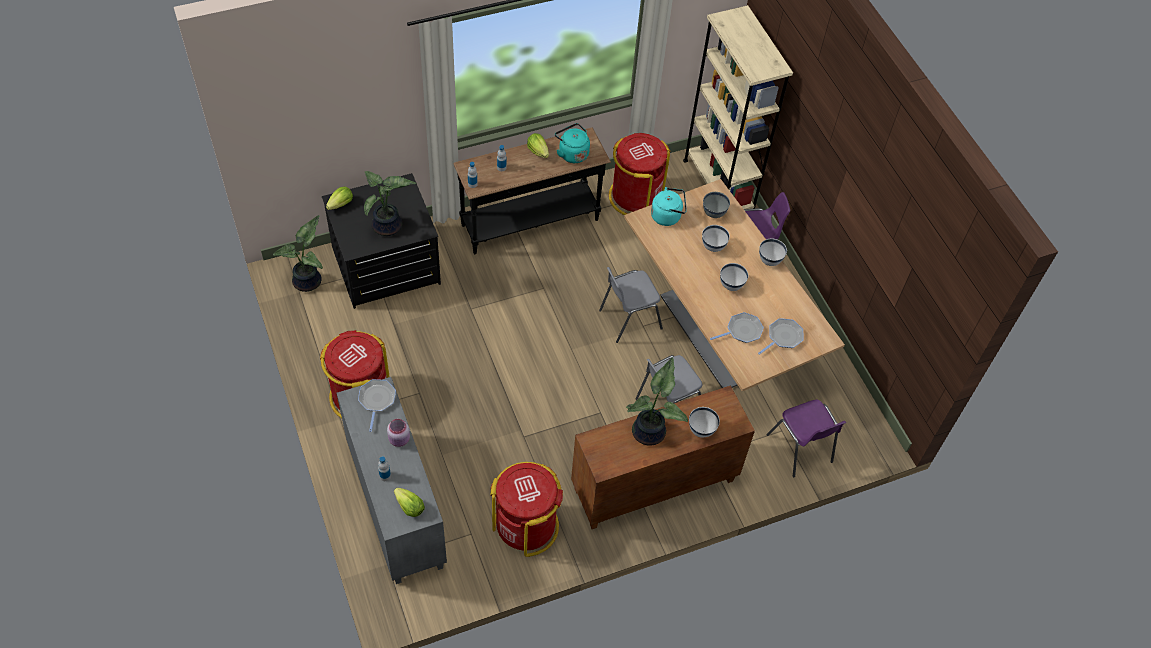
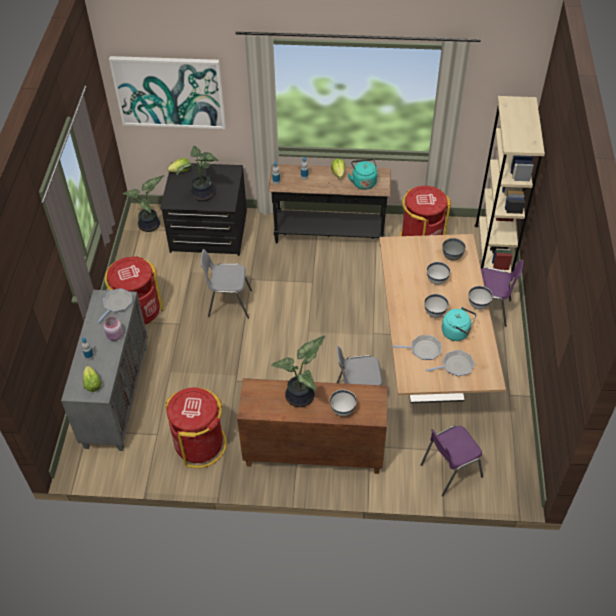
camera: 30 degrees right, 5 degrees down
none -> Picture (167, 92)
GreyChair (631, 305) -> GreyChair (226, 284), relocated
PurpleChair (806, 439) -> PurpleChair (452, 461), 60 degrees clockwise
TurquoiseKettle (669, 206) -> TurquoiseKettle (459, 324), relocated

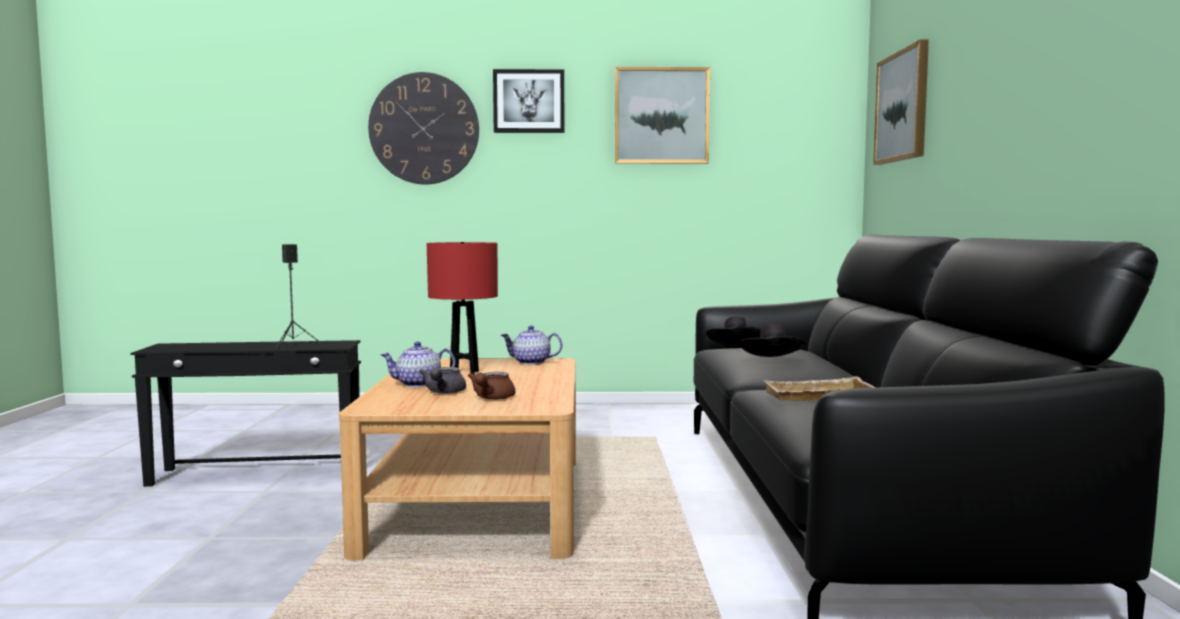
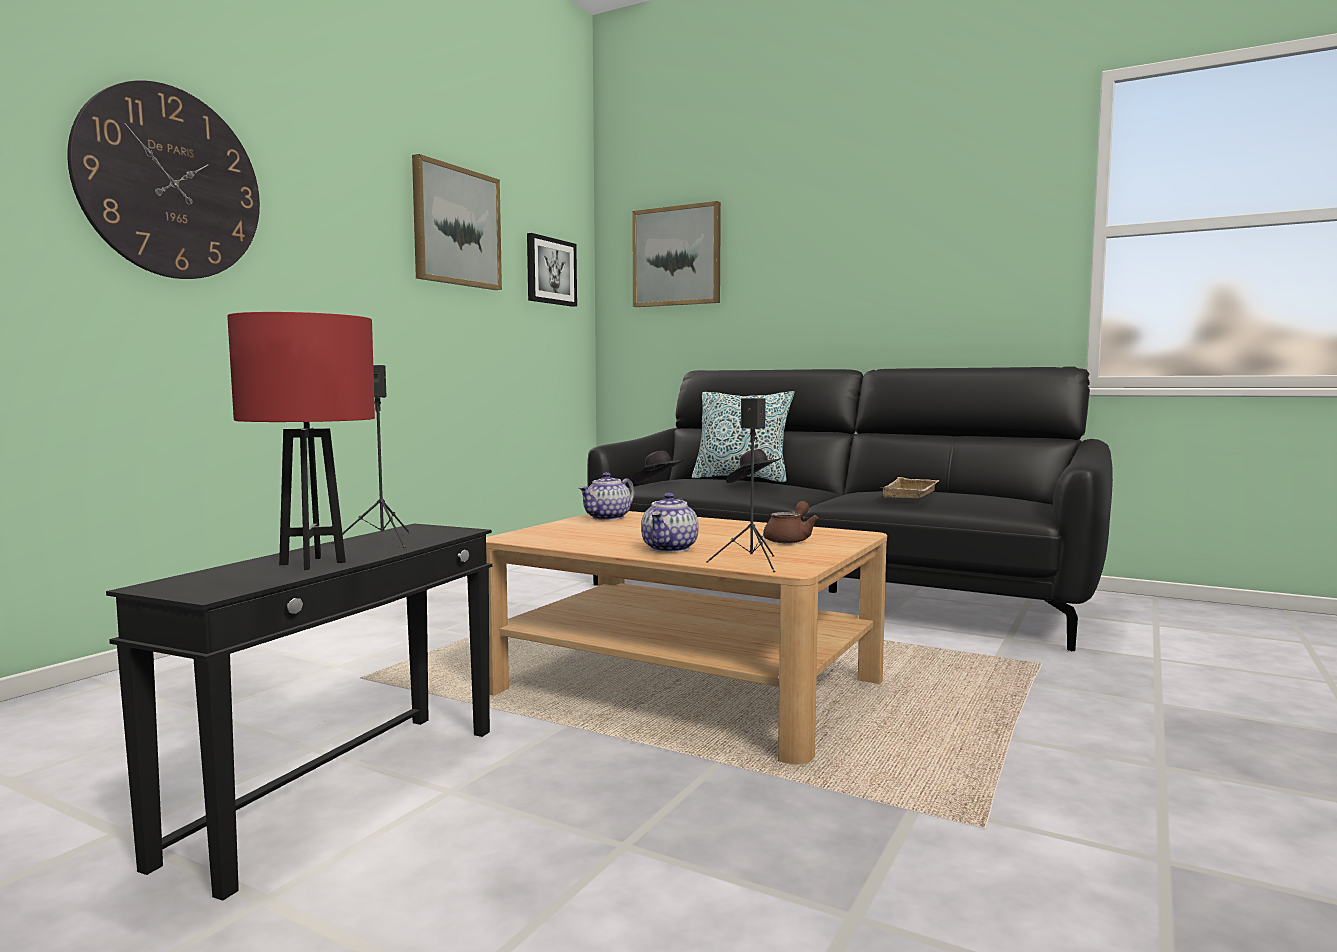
camera: 60 degrees left, 0 degrees up
RedTableLamp (462, 308) -> RedTableLamp (301, 441), relocated
Picture (528, 101) -> Picture (552, 270), relocated
none -> Pillow (743, 436)
none -> BlackSpeaker (740, 485)
BrownTeapot (491, 386) -> BrownTeapot (791, 522), 105 degrees counterclockwise
GreyTeapot (442, 380) -> none

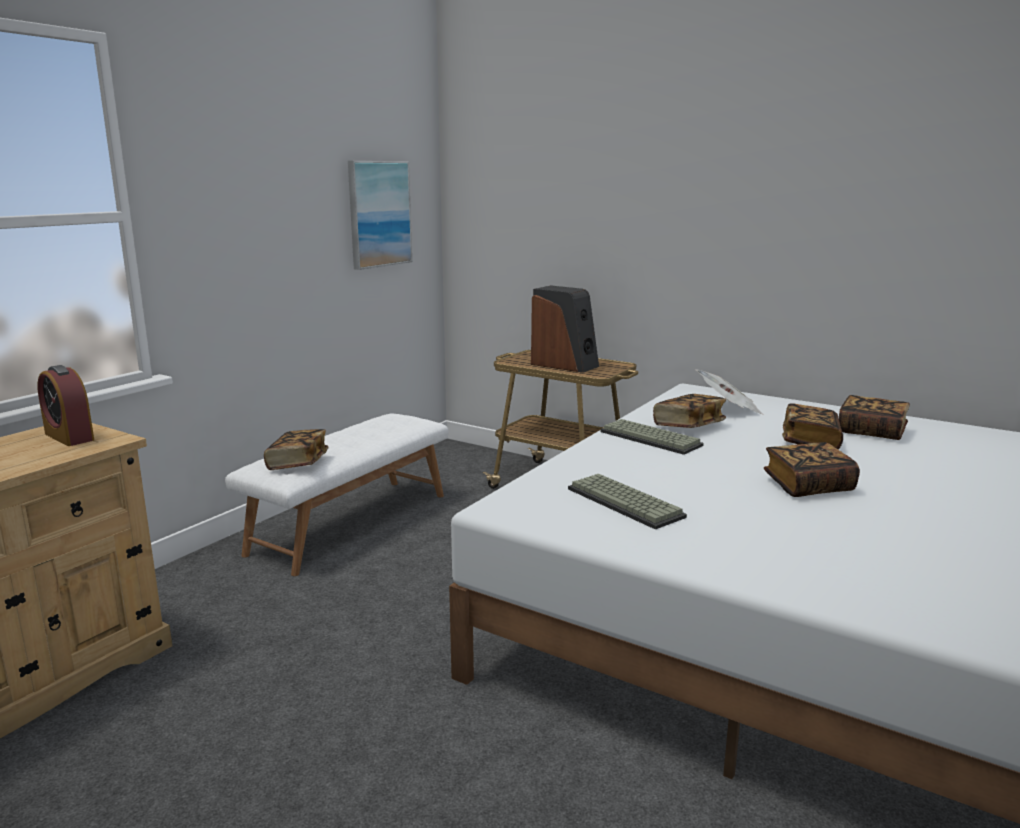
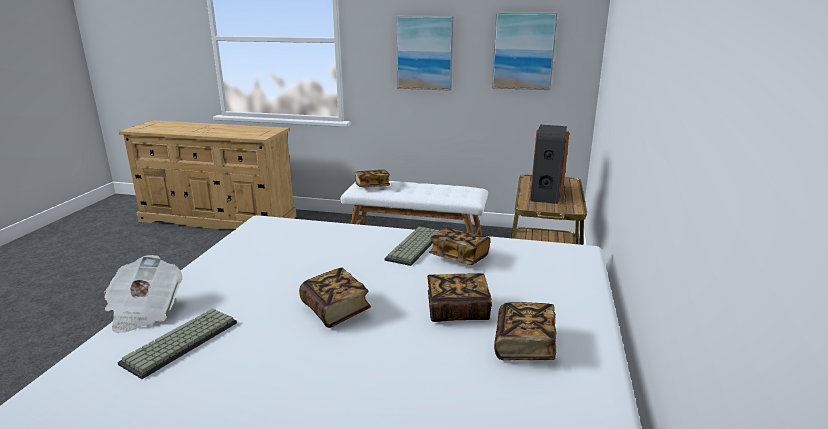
camera: 70 degrees right, 5 degrees up
Newspaper (729, 392) -> Newspaper (143, 294), relocated
Keyboard (627, 502) -> Keyboard (177, 343), relocated
none -> Picture (425, 53)
AlarmClock (65, 405) -> none

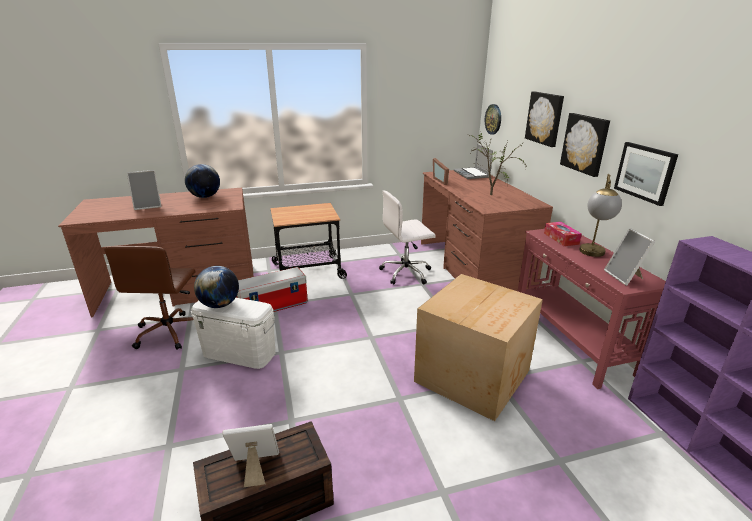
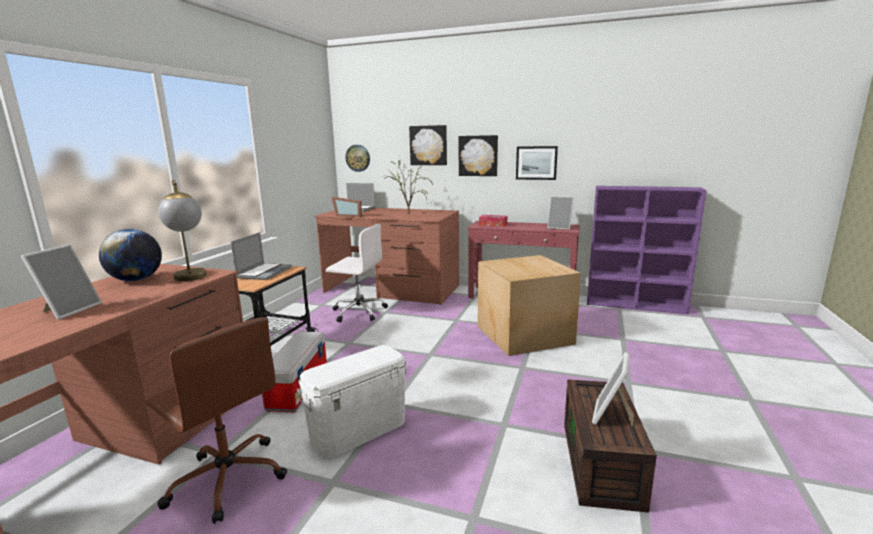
camera: 55 degrees left, 10 degrees down
TableLamp (600, 215) -> TableLamp (182, 230), relocated
none -> Laptop (261, 256)
WhiteOfficeChair (407, 237) -> WhiteOfficeChair (357, 273), 90 degrees counterclockwise
Globe (216, 287) -> none

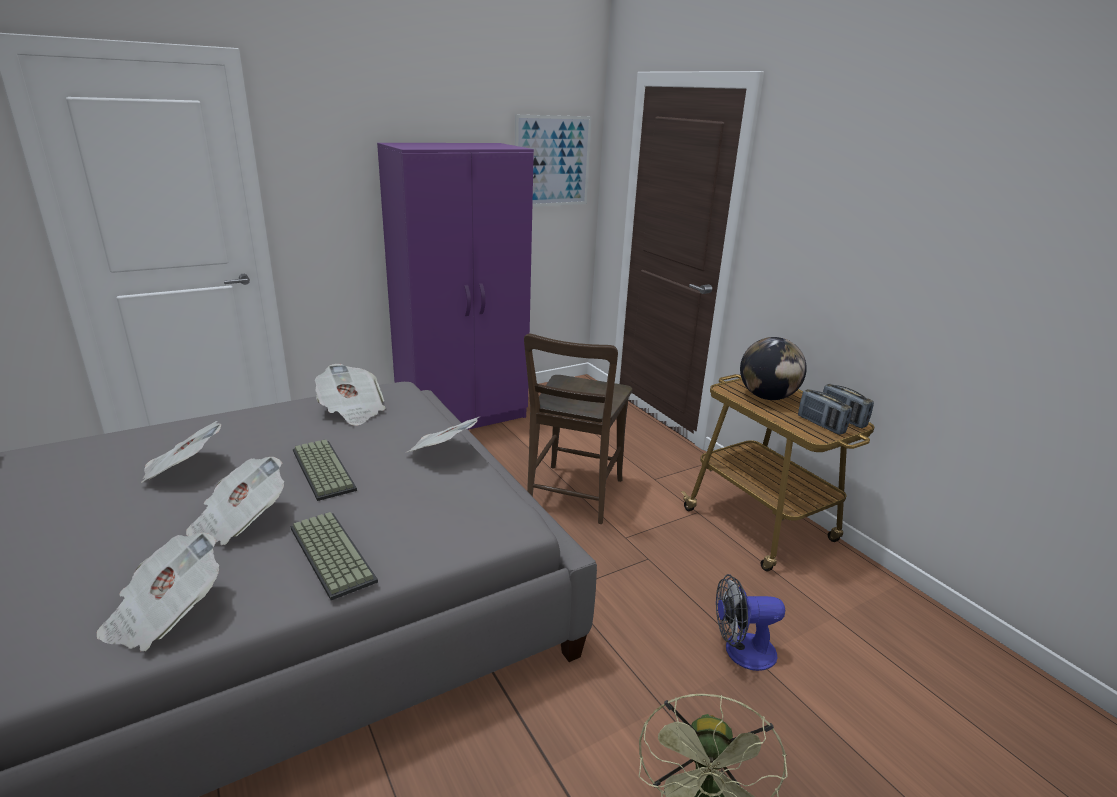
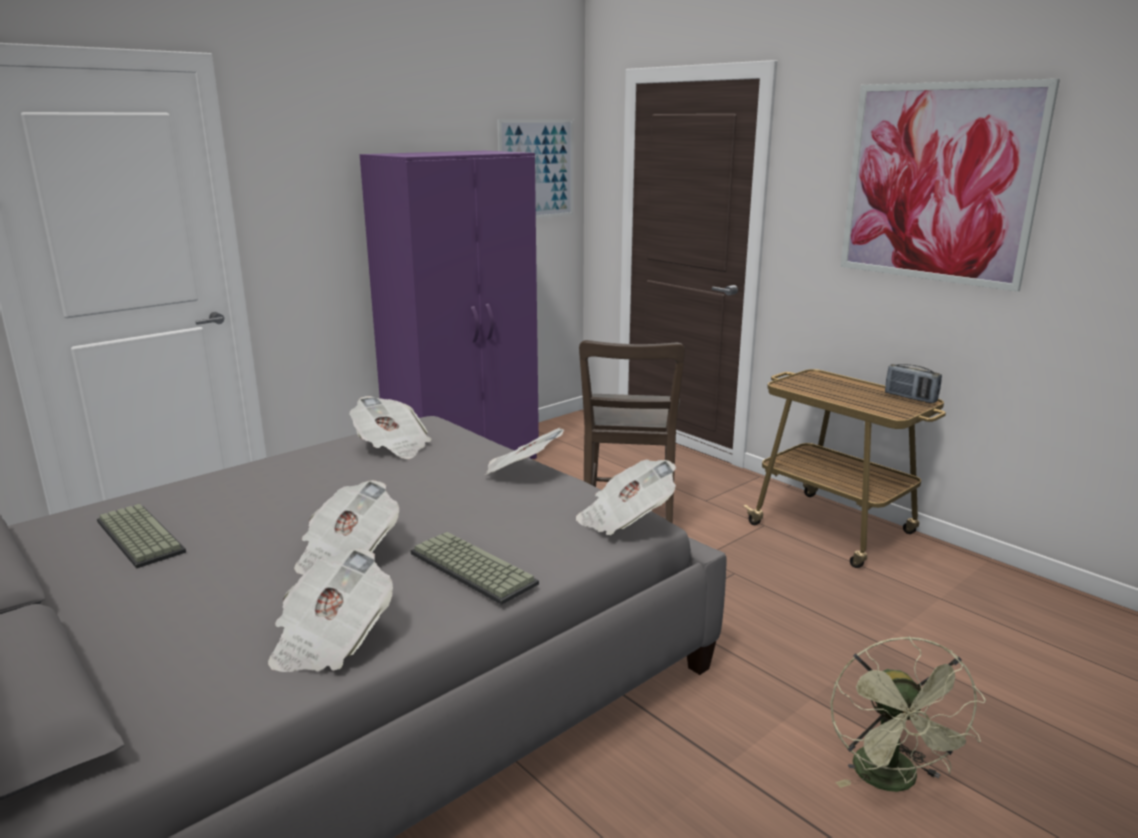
camera: 10 degrees left, 5 degrees down
Keyboard (325, 470) -> Keyboard (141, 536), relocated
Newspaper (181, 452) -> Newspaper (626, 497), relocated
none -> Picture (950, 185)
Fan (750, 622) -> none
Globe (773, 368) -> none
Radio (825, 412) -> none

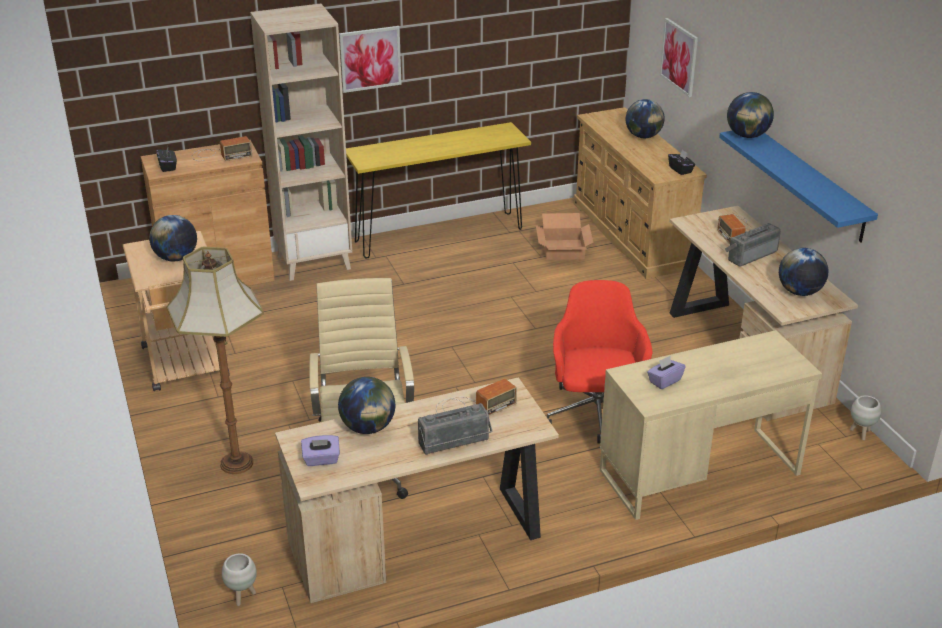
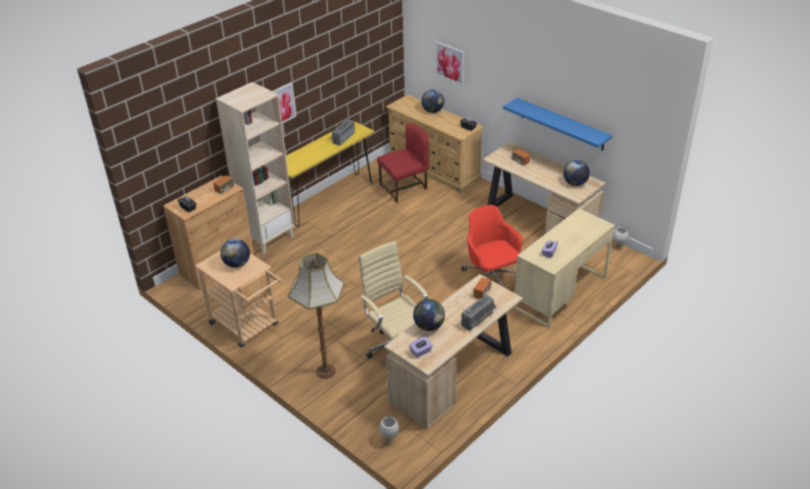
camera: 25 degrees left, 5 degrees up
Radio (753, 244) -> Radio (342, 132), relocated
CardboardBox (565, 236) -> RedChair (403, 163)
Globe (750, 115) -> none

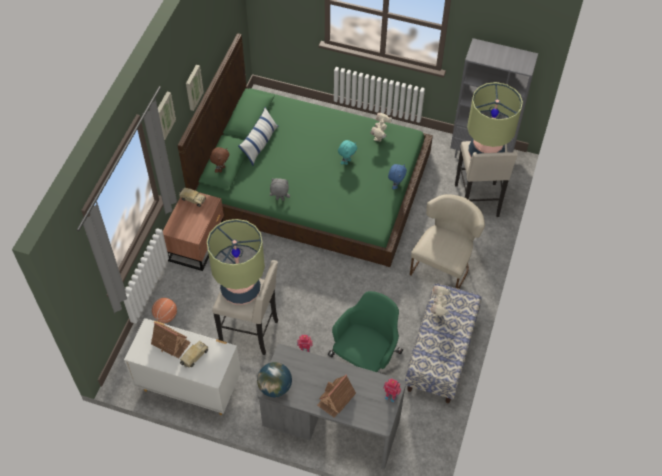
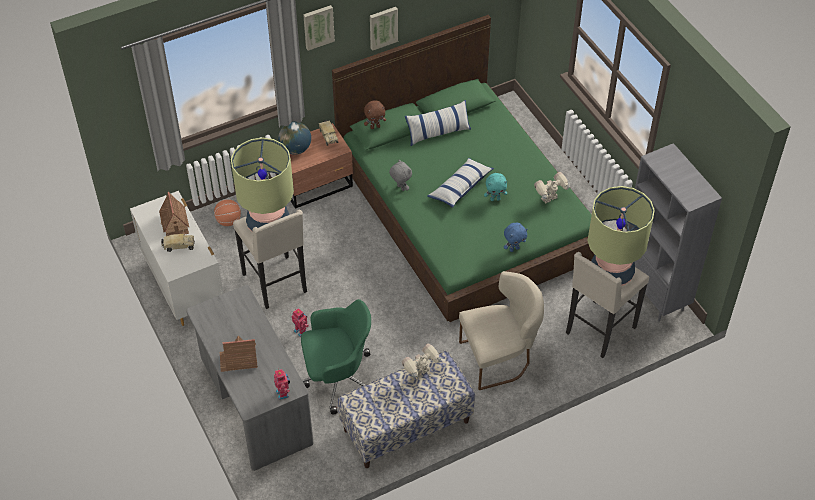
camera: 45 degrees right, 5 degrees down
Globe (274, 379) -> Globe (294, 138), relocated
none -> Pillow (460, 183)

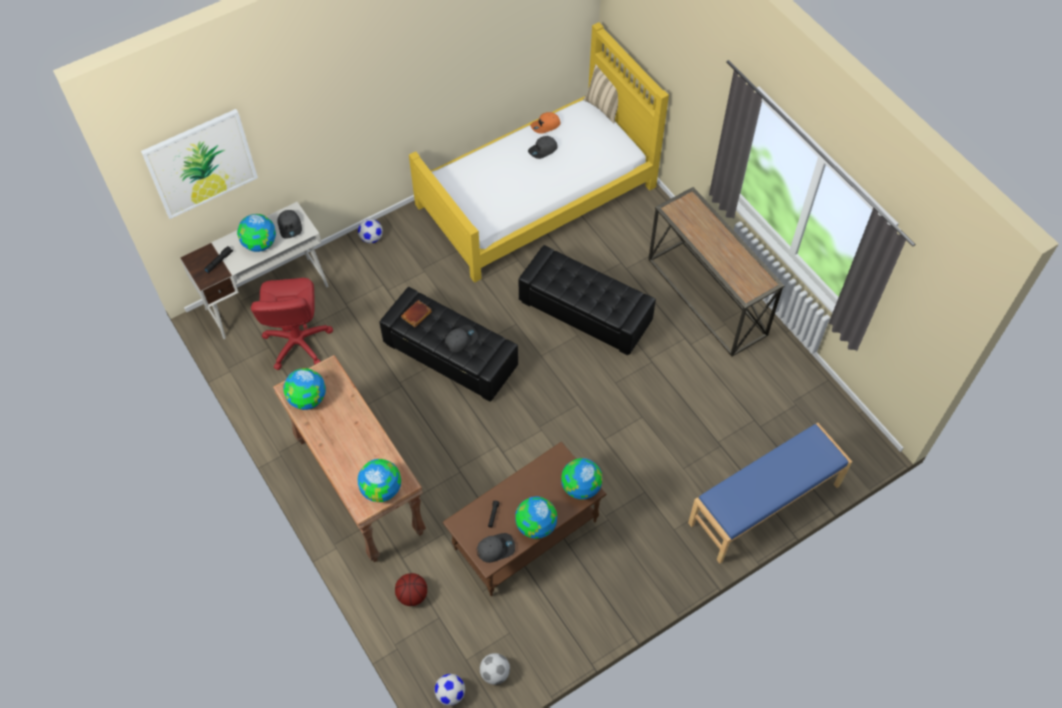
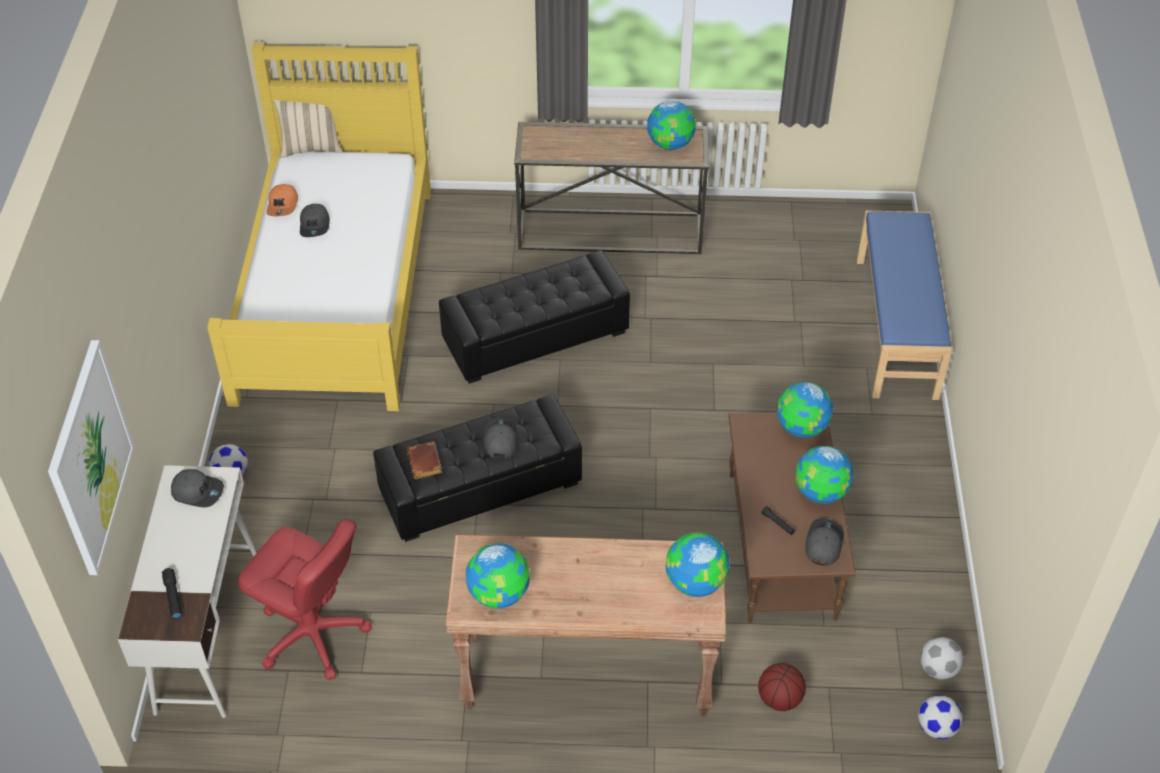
camera: 55 degrees left, 10 degrees down
Globe (256, 233) -> Globe (671, 125), relocated

